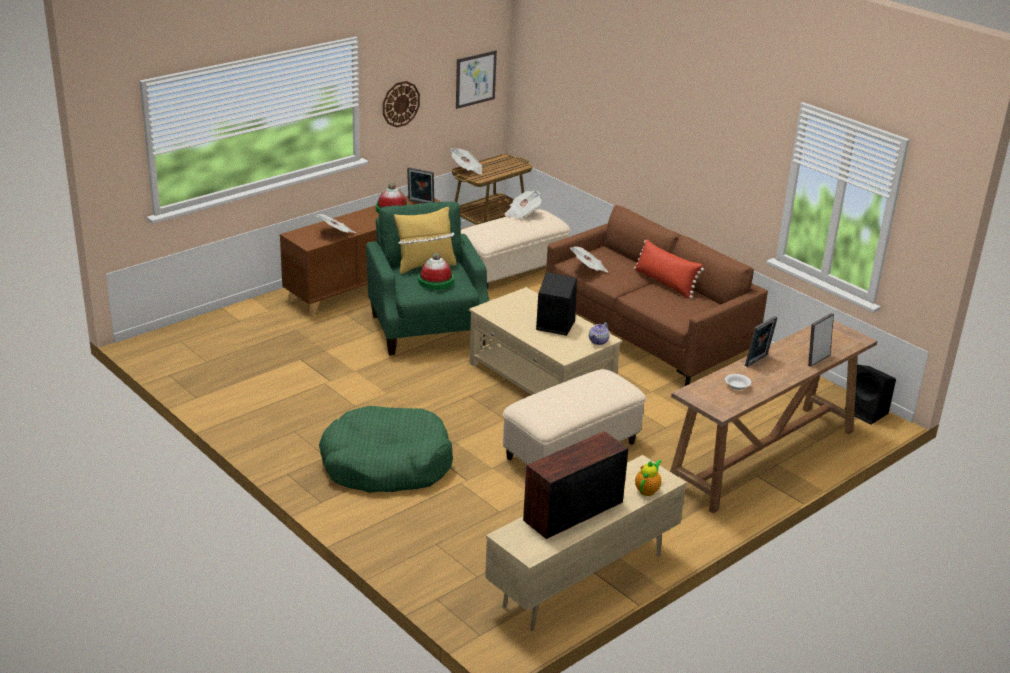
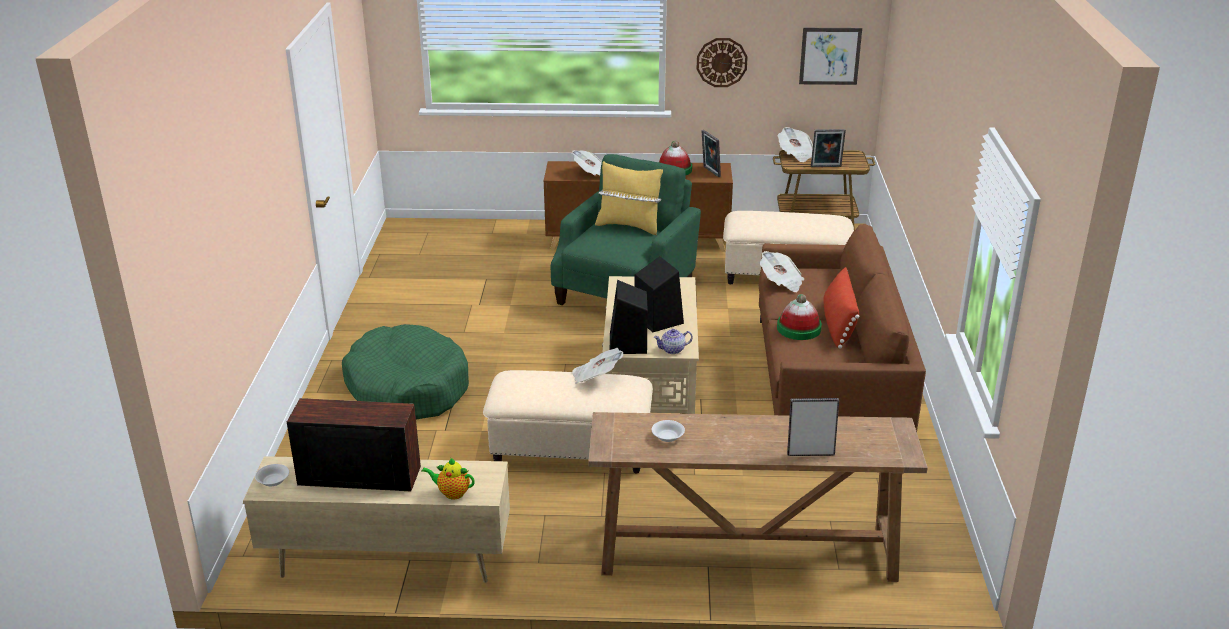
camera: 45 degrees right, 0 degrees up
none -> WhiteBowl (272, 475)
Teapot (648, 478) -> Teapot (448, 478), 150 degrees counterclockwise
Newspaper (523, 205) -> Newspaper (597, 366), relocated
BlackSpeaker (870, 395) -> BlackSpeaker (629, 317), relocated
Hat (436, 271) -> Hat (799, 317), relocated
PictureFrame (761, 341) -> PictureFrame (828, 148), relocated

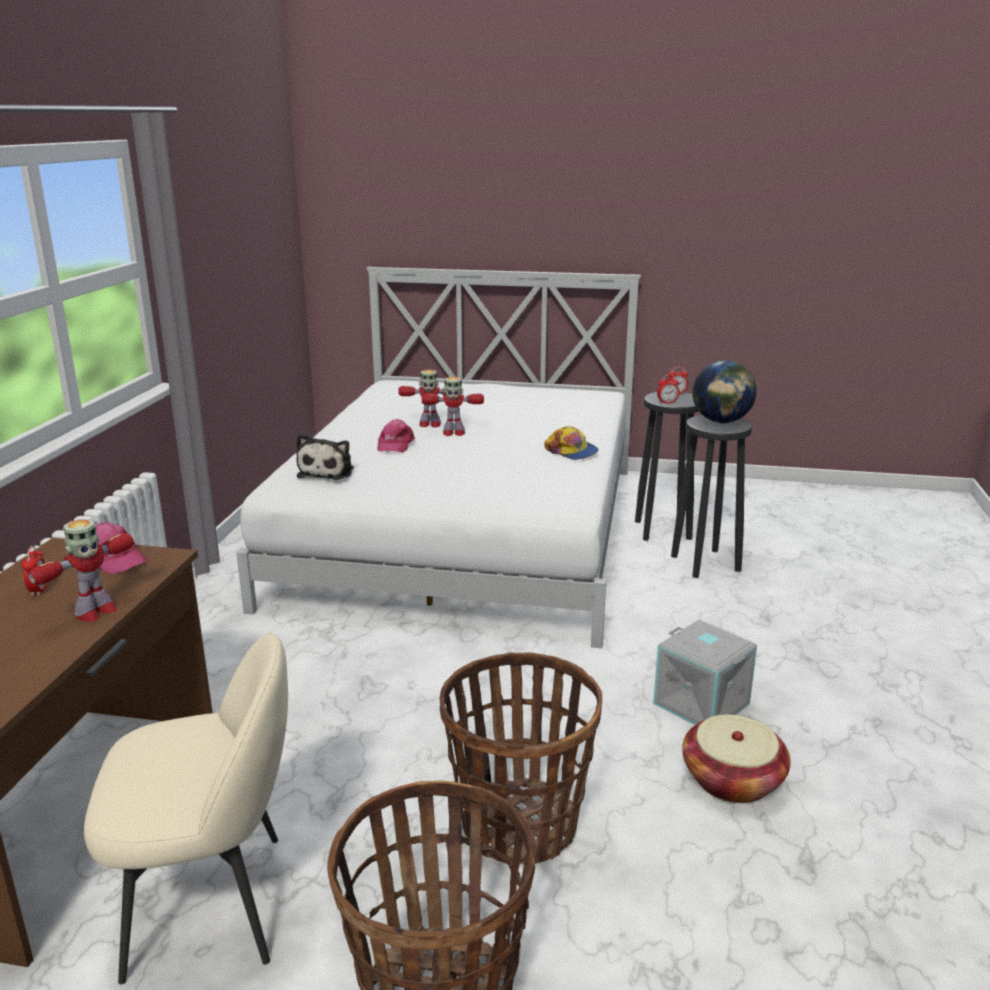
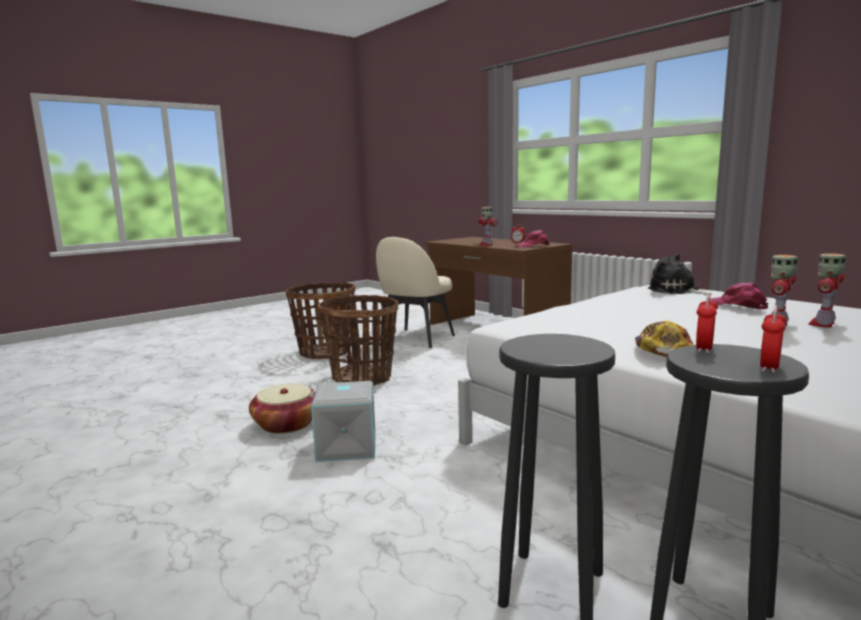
camera: 130 degrees right, 10 degrees down
Cap (571, 443) -> Cap (664, 339), 105 degrees clockwise
Globe (724, 391) -> none

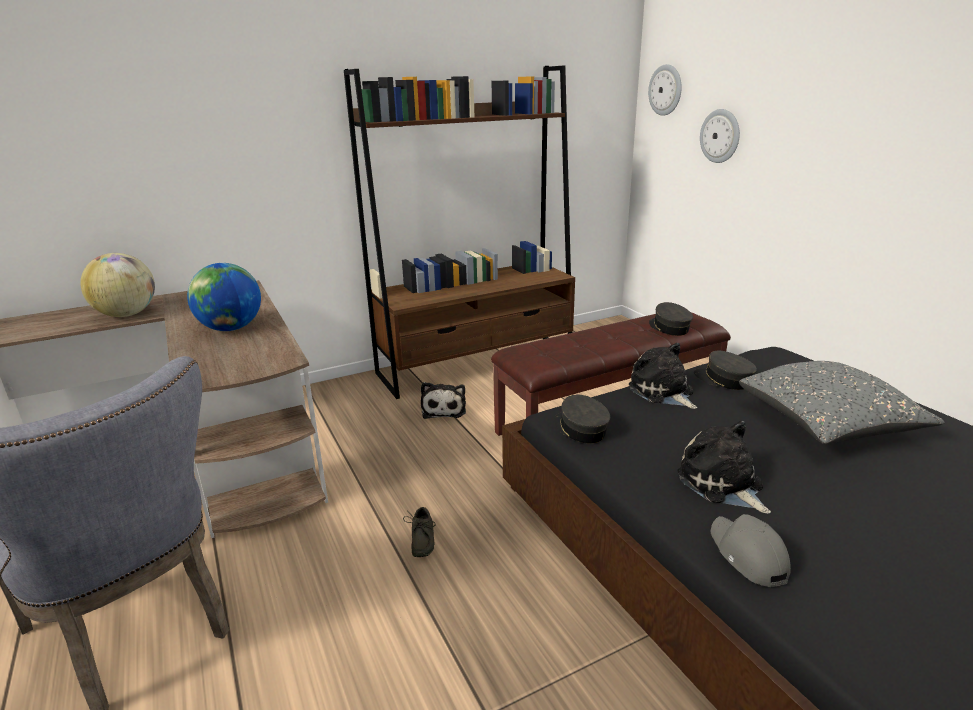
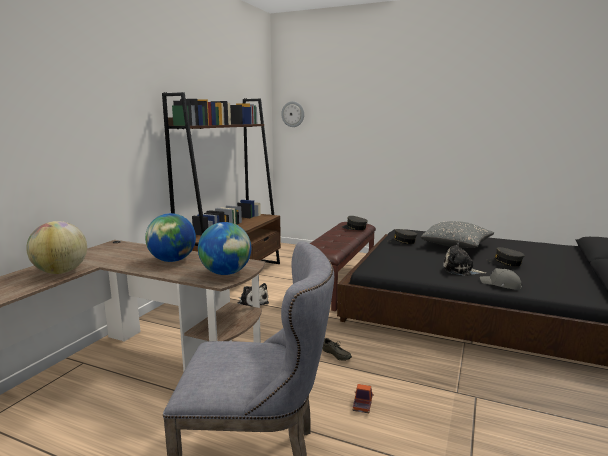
camera: 40 degrees left, 10 degrees down
none -> Globe (224, 248)
none -> ToyTruck (363, 398)
GreyCap (582, 419) -> GreyCap (505, 256), relocated
PlushToy (663, 376) -> none
WallClock (720, 136) -> none

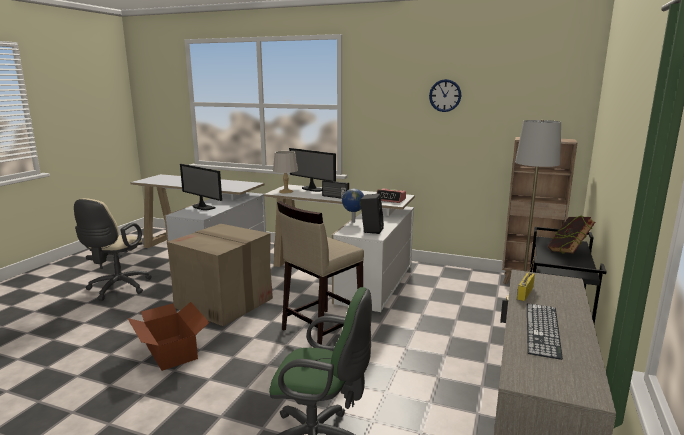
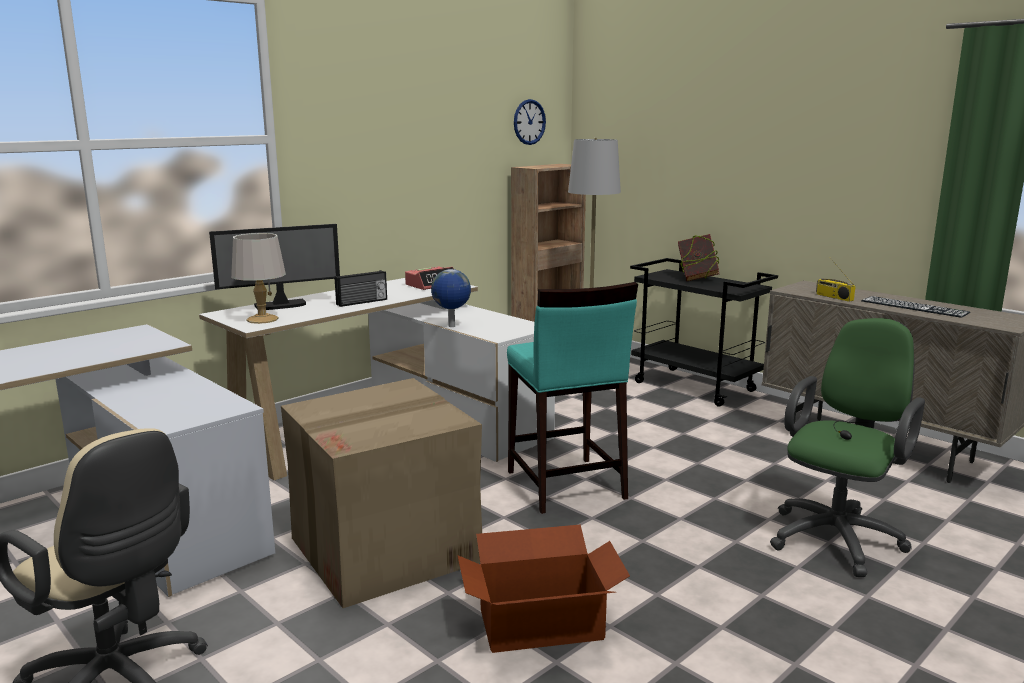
camera: 65 degrees left, 0 degrees up
BeigeStool (320, 273) -> TurquoiseStool (572, 398)
WallClock (445, 95) -> WallClock (530, 122), relocated
Monitor (201, 187) -> none
BlackSpeaker (372, 214) -> none

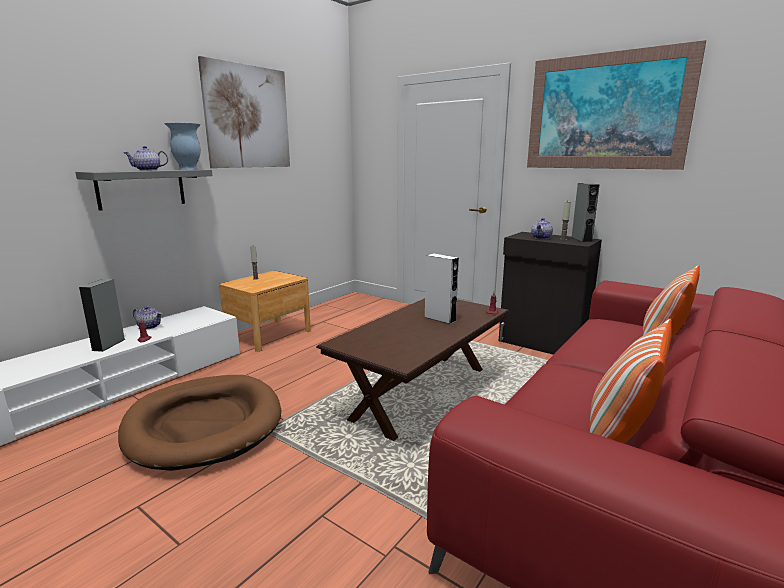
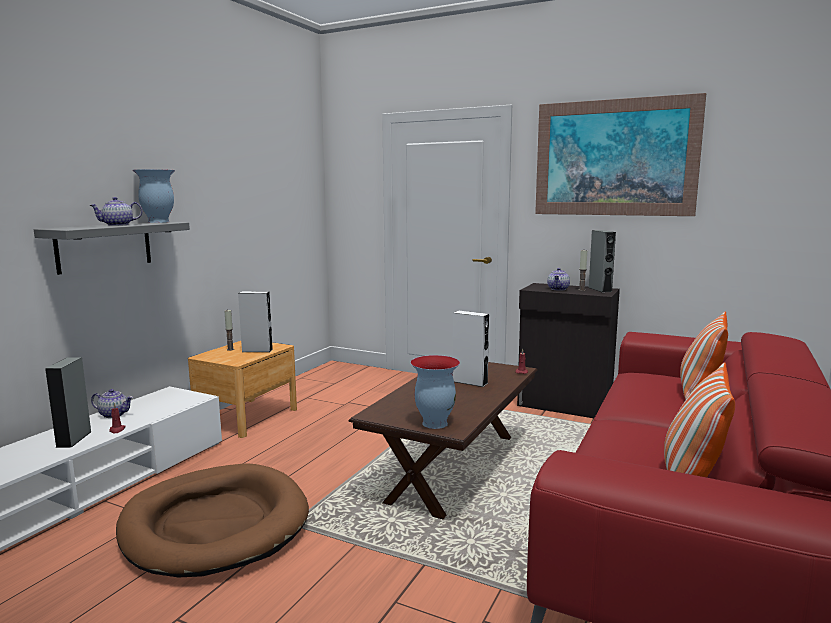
camera: 10 degrees left, 5 degrees down
none -> GreySpeaker (255, 321)
none -> Vase (435, 392)
Picture (244, 112) -> none

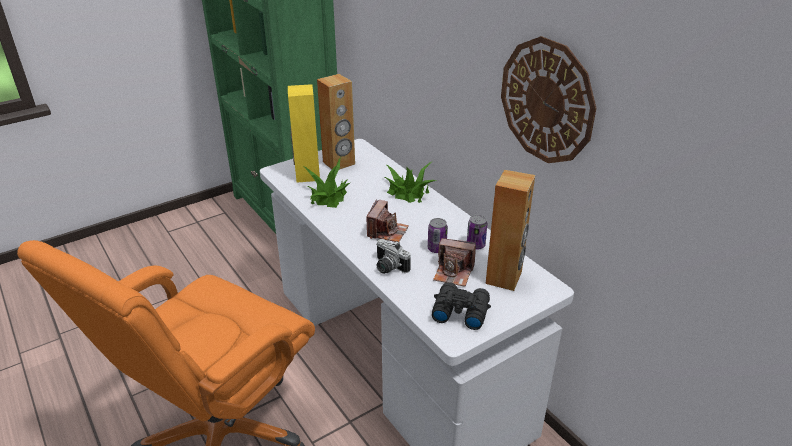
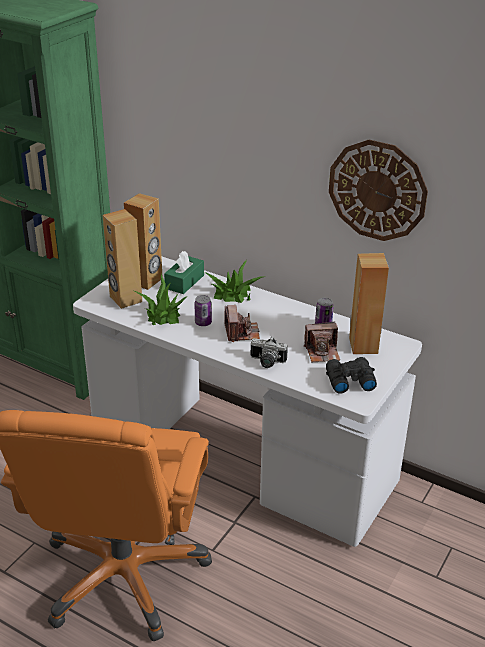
camera: 25 degrees left, 0 degrees up
YellowSpeaker (304, 133) -> BrownSpeaker (122, 259)
none -> GreenTissueBox (184, 272)
Can (438, 235) -> Can (203, 310), relocated

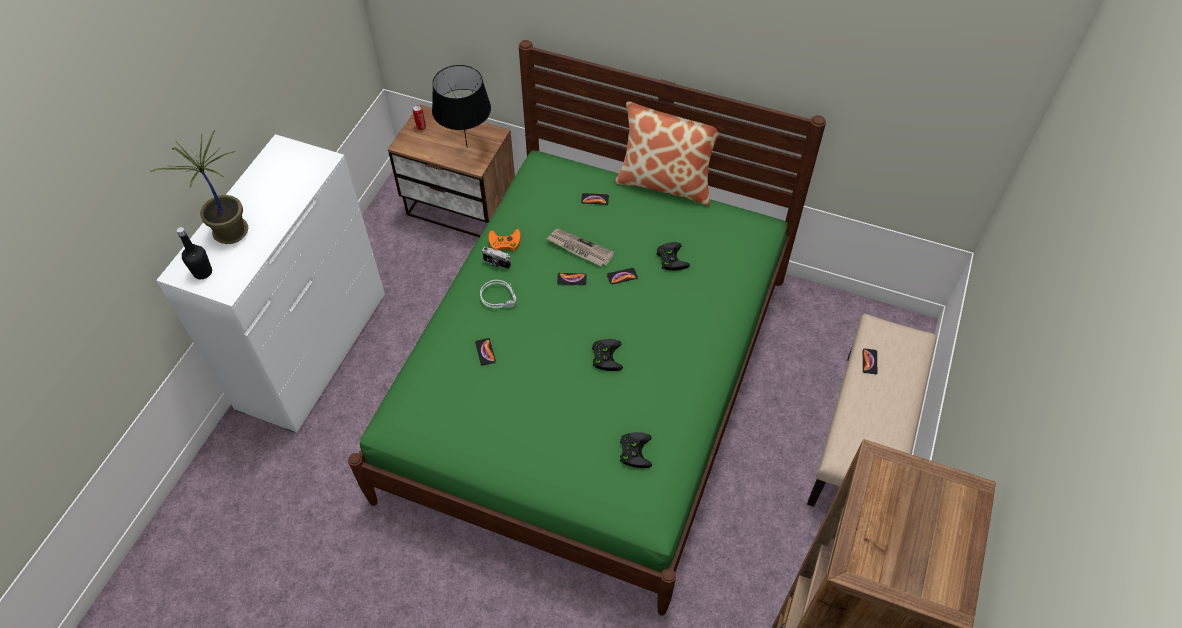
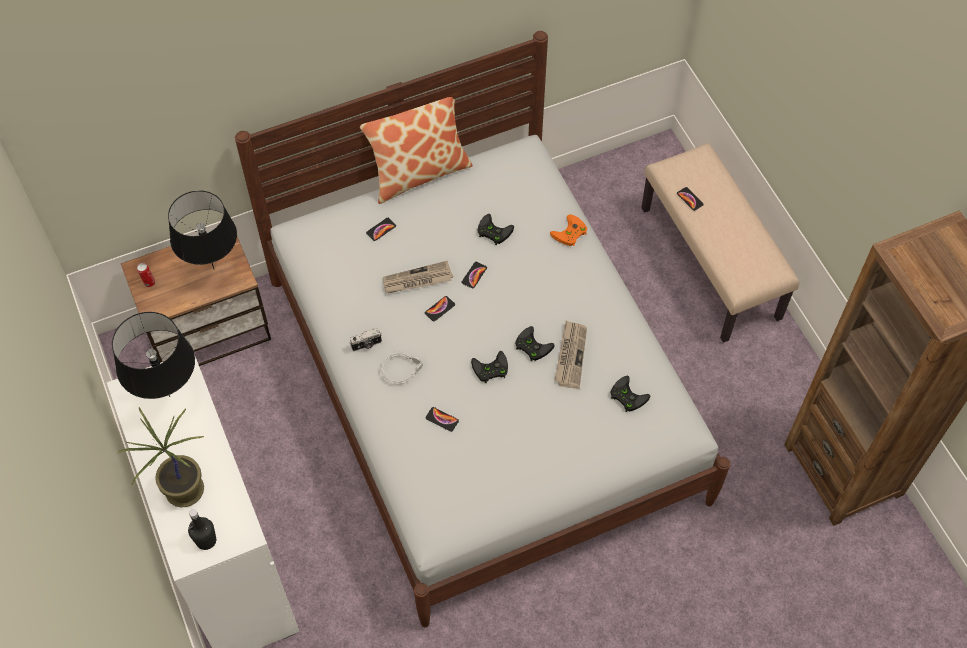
camera: 45 degrees left, 5 degrees up
none -> BlackTableLamp (153, 355)
GreenBed (587, 328) -> WhiteBed (483, 329)
none -> BlackGameController (489, 367)
OrangeGameController (505, 240) -> OrangeGameController (568, 230), relocated
none -> Newspaper (570, 355)

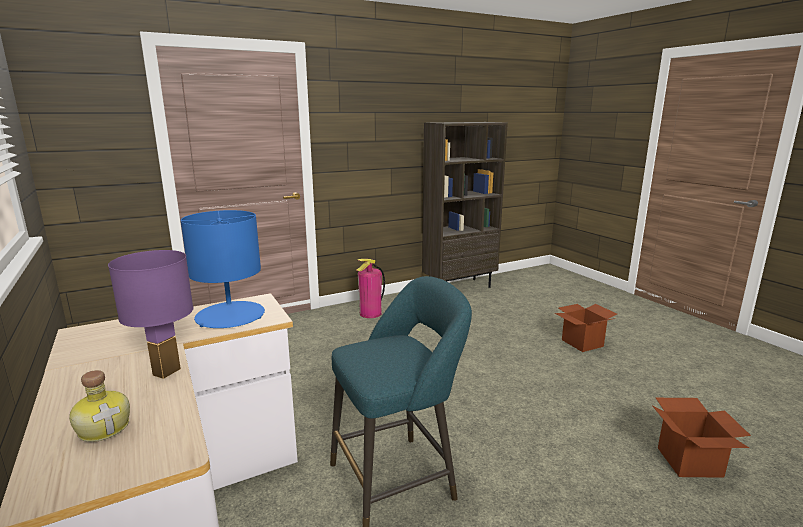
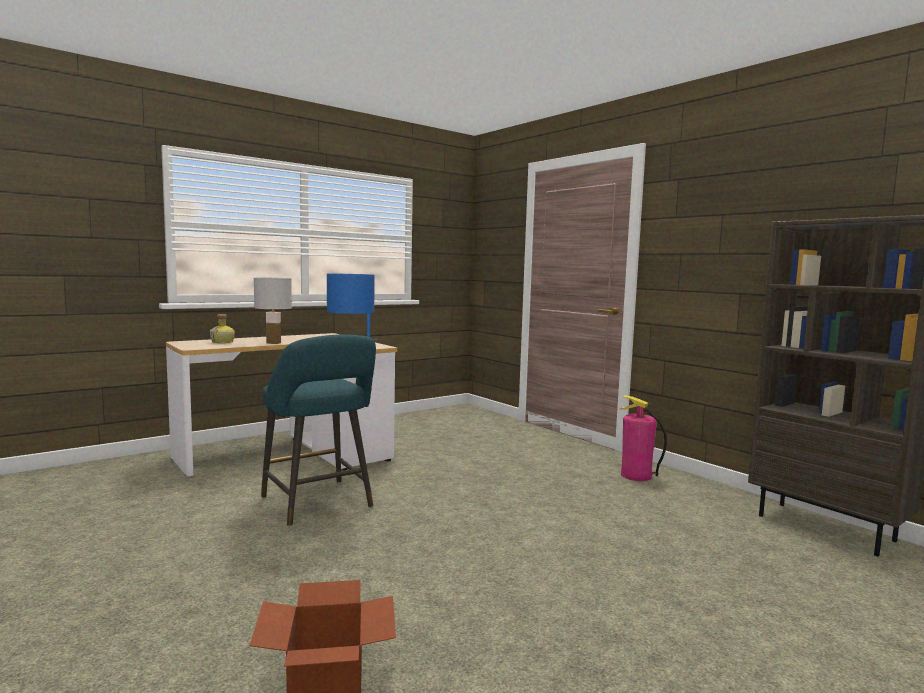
camera: 80 degrees right, 10 degrees down
PurpleTableLamp (150, 314) -> WhiteTableLamp (273, 311)
CardboardBox (585, 328) -> none

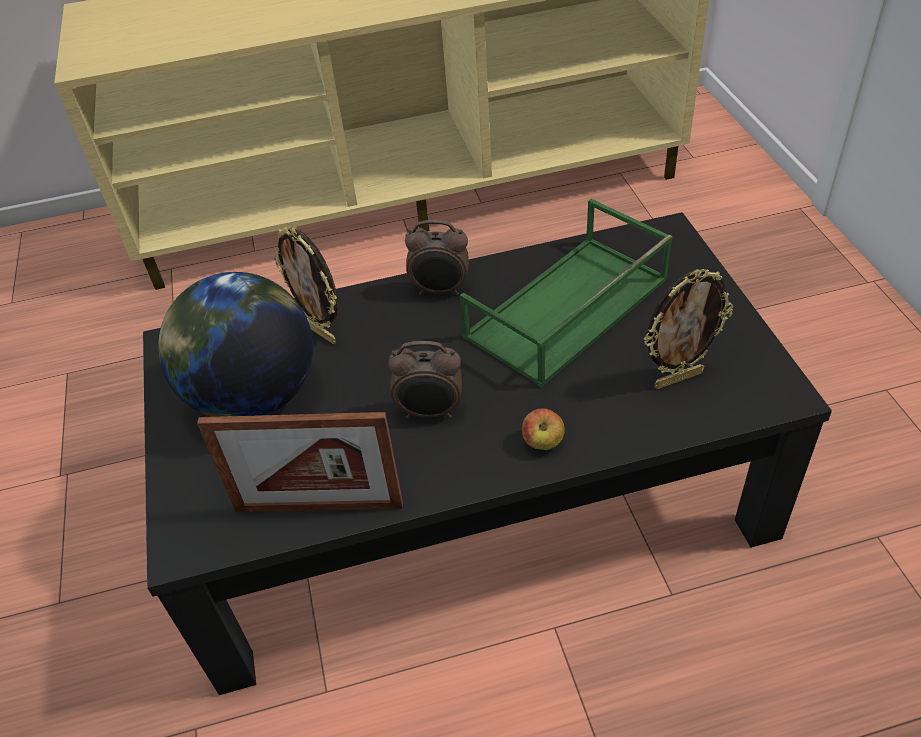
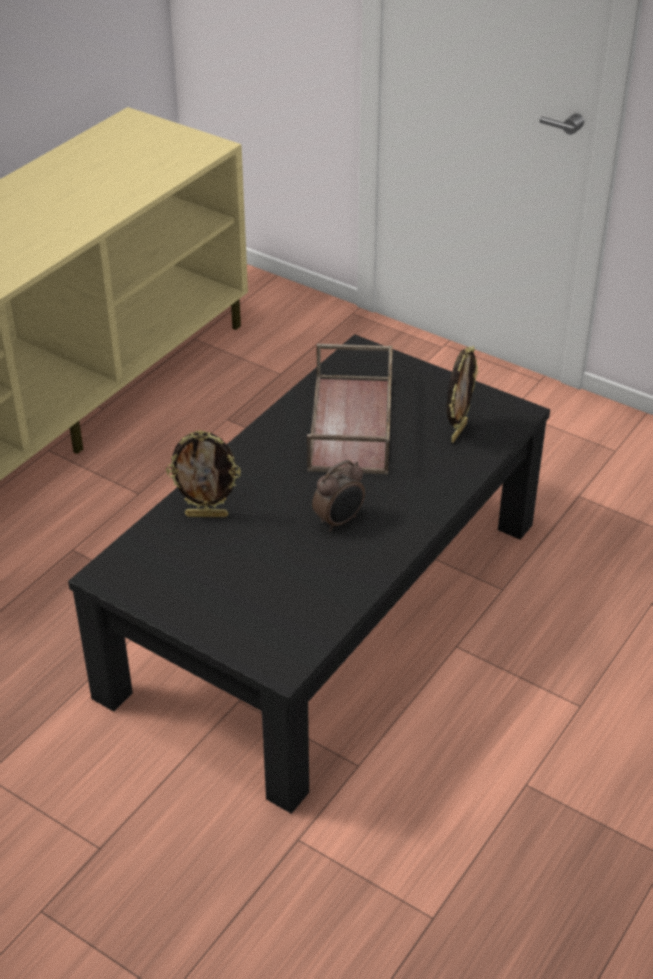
camera: 45 degrees left, 5 degrees down
GreenTray (566, 293) -> BrownTray (350, 409)
Globe (235, 344) -> none
PictureFrame (300, 462) -> none
AlarmClock (437, 257) -> none
Apple (543, 429) -> none

